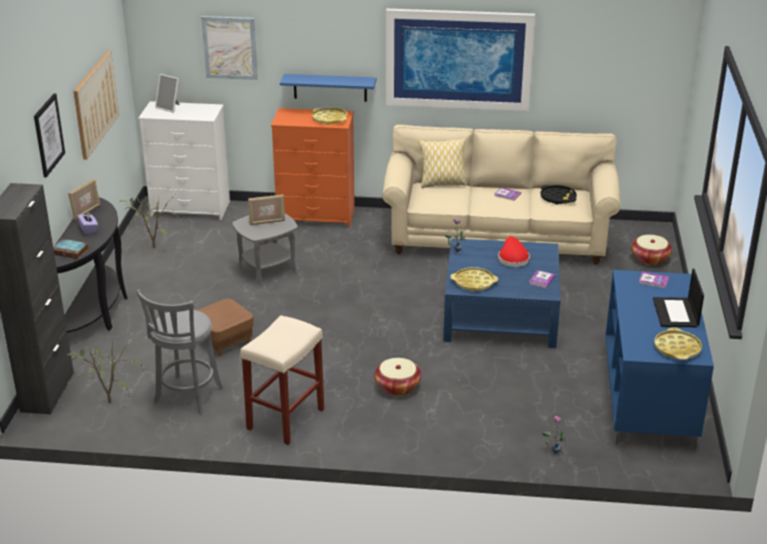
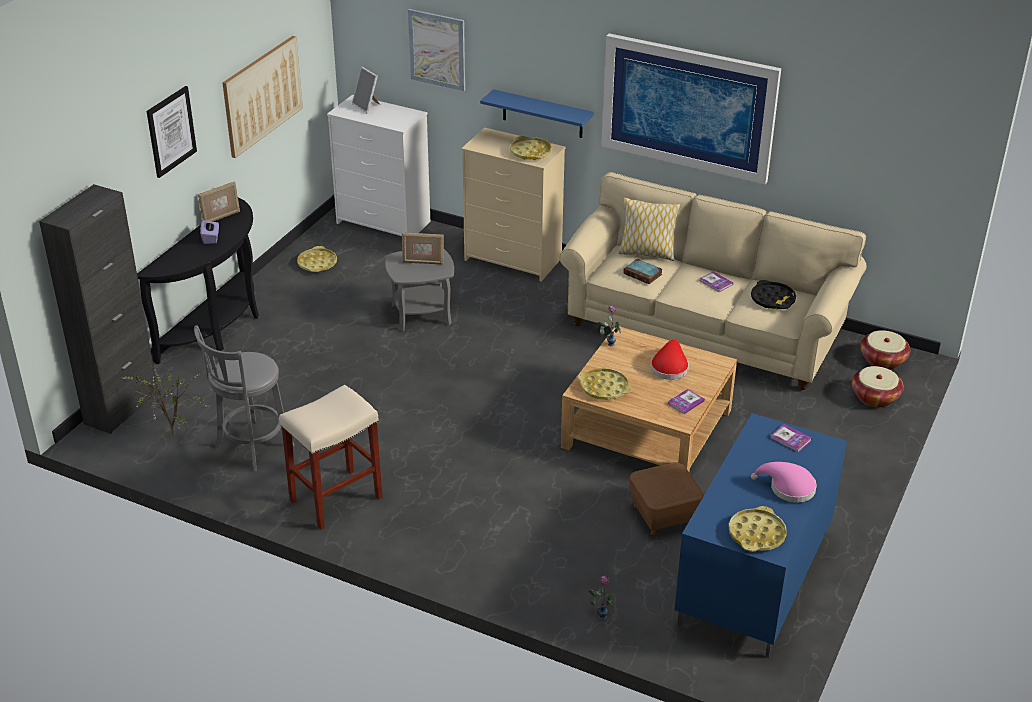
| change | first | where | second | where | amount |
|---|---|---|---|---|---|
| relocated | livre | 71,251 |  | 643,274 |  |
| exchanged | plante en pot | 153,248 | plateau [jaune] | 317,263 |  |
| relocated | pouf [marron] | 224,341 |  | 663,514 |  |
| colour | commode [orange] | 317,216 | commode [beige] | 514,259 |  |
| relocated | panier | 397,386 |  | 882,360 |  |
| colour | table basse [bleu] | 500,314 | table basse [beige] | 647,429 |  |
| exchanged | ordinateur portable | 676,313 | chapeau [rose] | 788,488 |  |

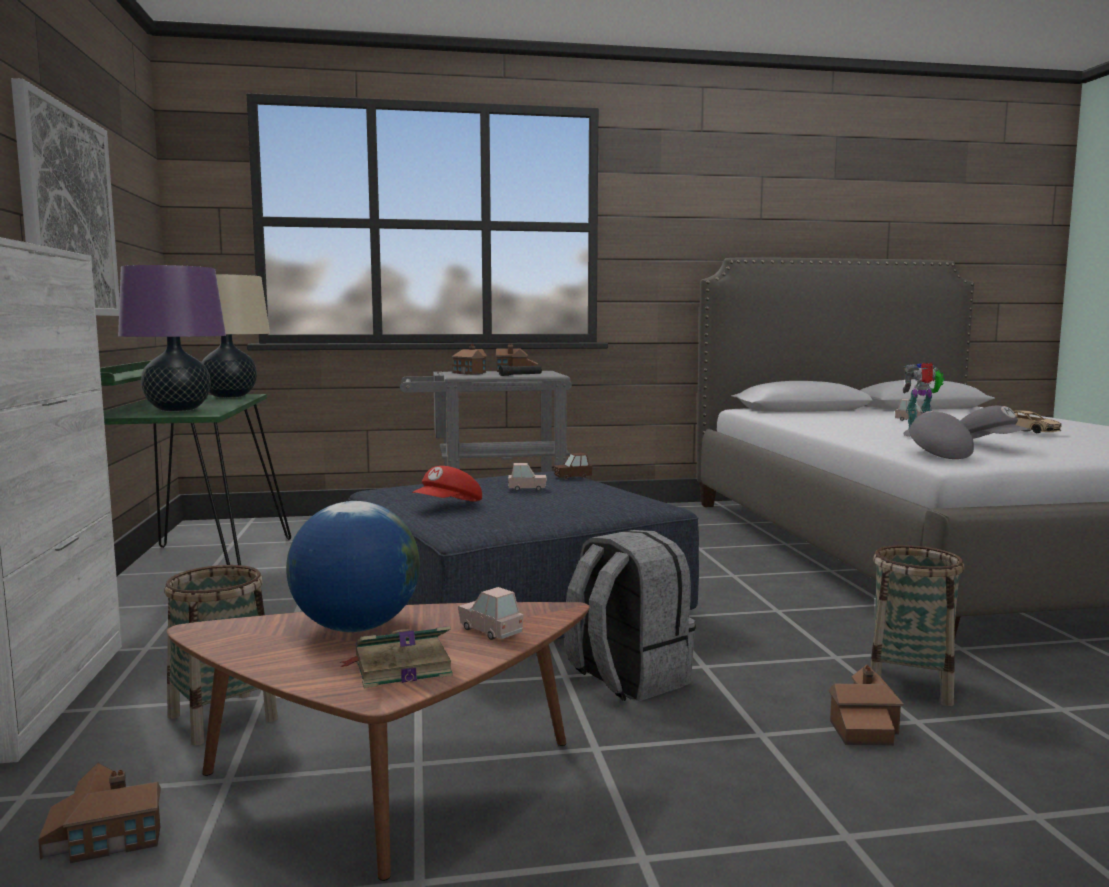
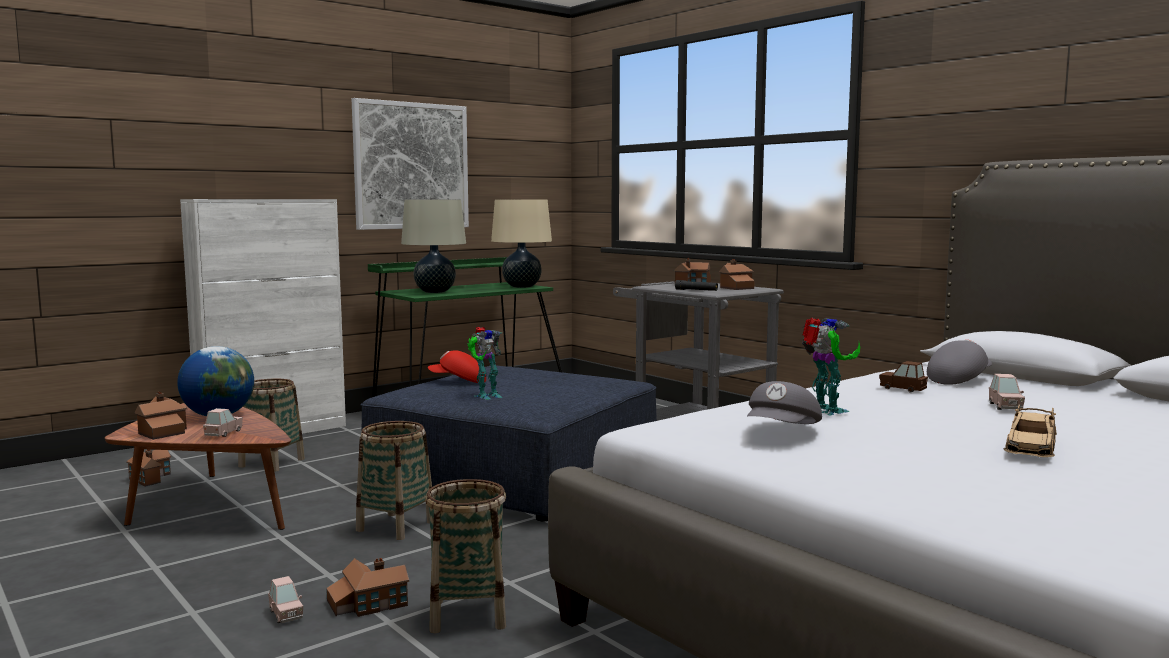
| change | first | where | second | where | amount |
|---|---|---|---|---|---|
| colour | lampe de table [violet] | 178,409 | lampe de table [beige] | 435,291 |  |
| exchanged | livre | 400,668 | maison miniature | 162,430 |  |
| relocated | petite voiture [rose] | 527,489 |  | 286,614 |  |
| relocated | petite voiture [marron] | 572,477 |  | 902,389 |  |
| exchanged | sac à dos [gris] | 626,678 | panier | 396,526 |  |
| relocated | casquette [gris] | 935,454 |  | 958,380 |  |
| appeared |  |  | robot jouet | 486,395 |  |

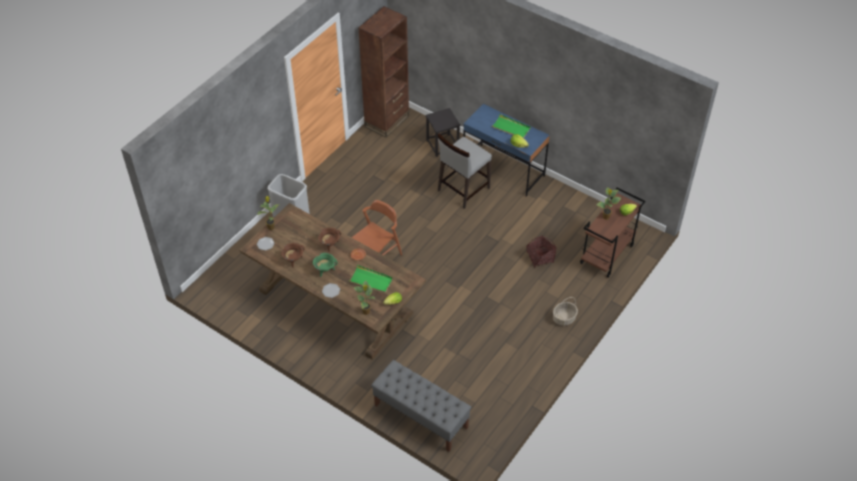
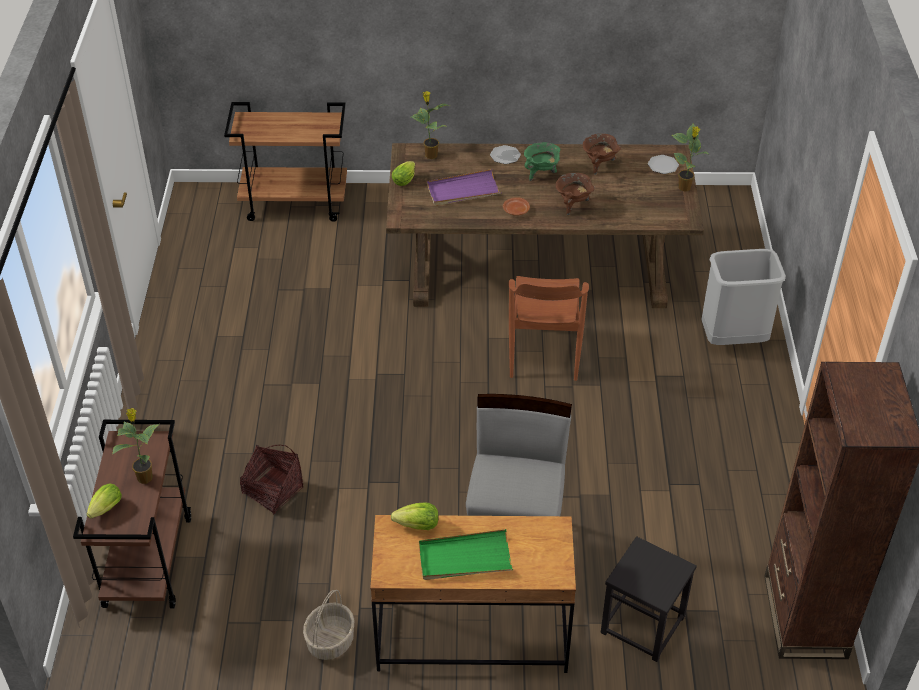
| change | first | where | second | where | amount |
|---|---|---|---|---|---|
| colour | plateau [vert] | 371,280 | plateau [violet] | 463,190 |  |
| exchanged | banc [gris] | 420,416 | chariot [marron] | 295,203 |  |
| colour | bureau [bleu] | 503,170 | bureau [marron] | 471,635 |  |
| relocated | panier | 564,318 |  | 330,640 |  |

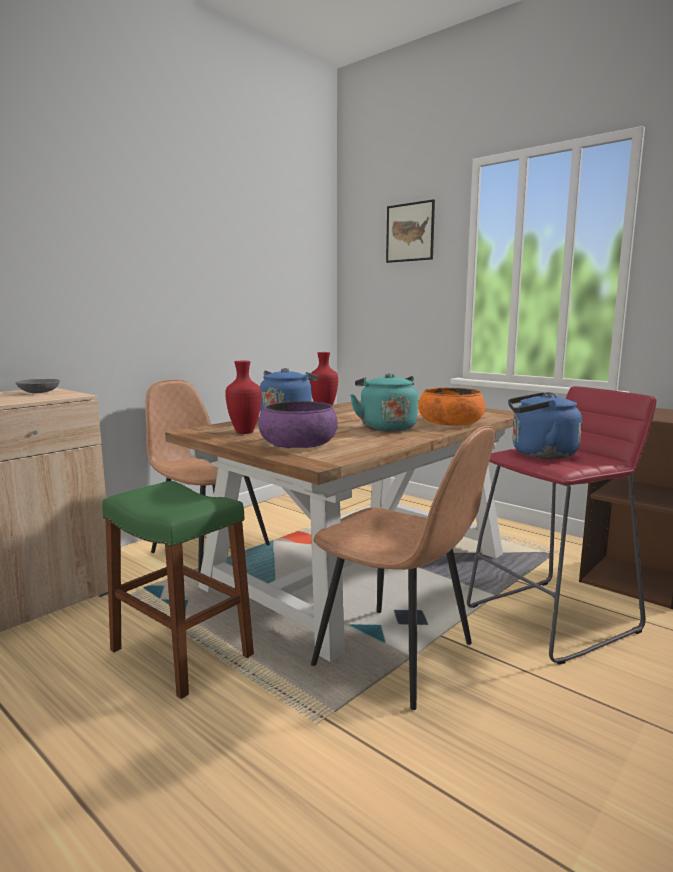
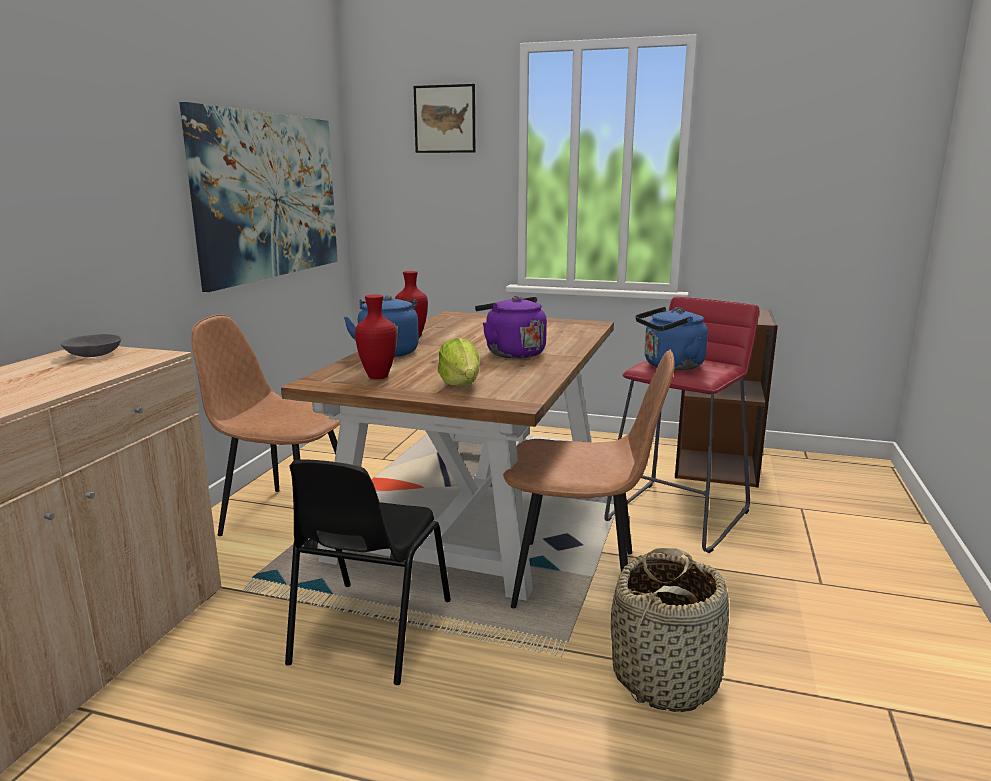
| change | first | where | second | where | amount |
|---|---|---|---|---|---|
| exchanged | tabouret [vert] | 181,652 | chaise [noir] | 369,632 |  |
| exchanged | bol [violet] | 298,443 | laitue | 460,384 |  |
| colour | bouilloire [turquoise] | 386,427 | bouilloire [violet] | 512,353 |  |
| missing | bol [orange] | 450,422 |  |  |  |
| appeared |  |  | tableau | 269,196 |  |
| appeared |  |  | panier | 666,676 |  |

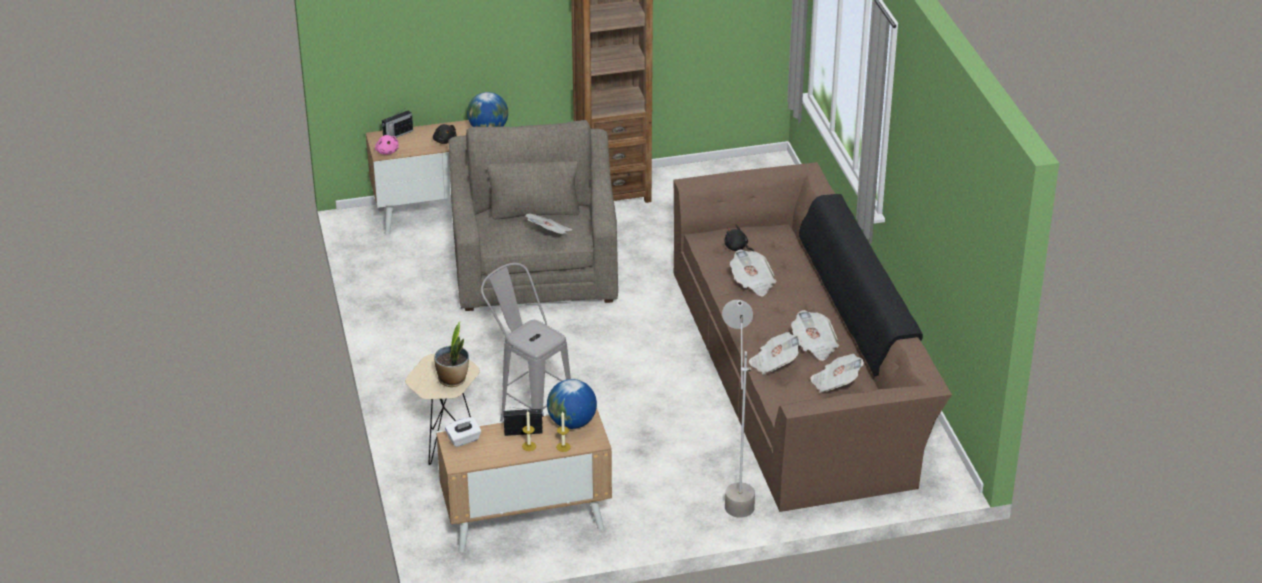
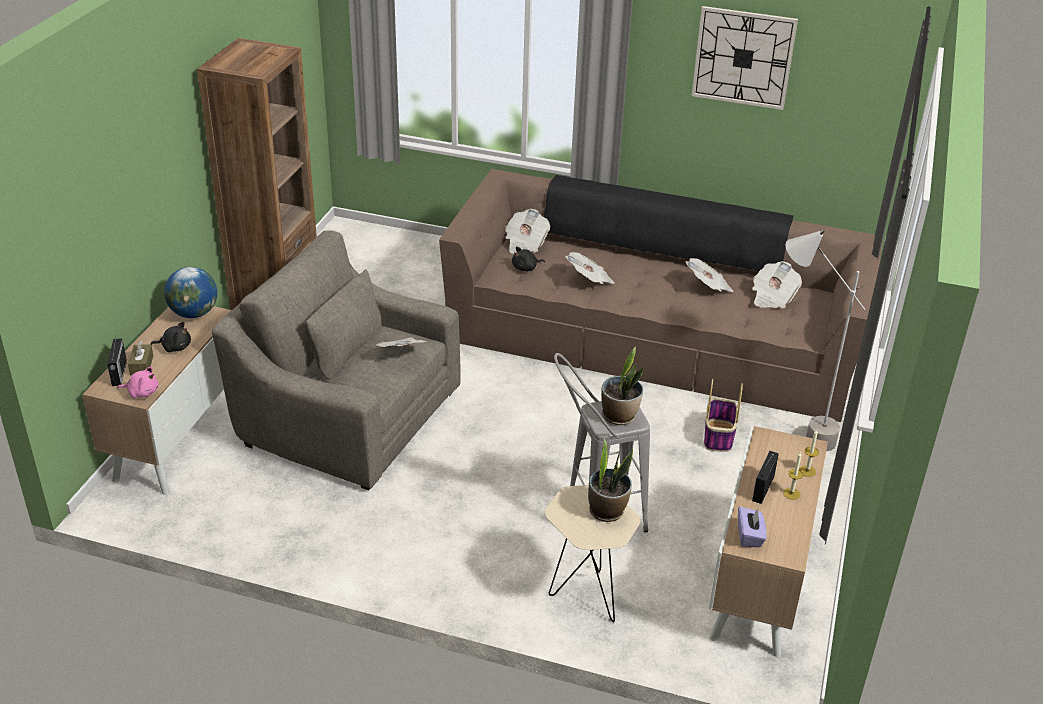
| change | first | where | second | where | amount |
|---|---|---|---|---|---|
| colour | boîte à mouchoirs [blanc] | 463,440 | boîte à mouchoirs [violet] | 749,536 |  |
| missing | globe | 572,423 |  |  |  |
| relocated | journal | 774,364 |  | 525,243 |  |
| appeared |  |  | boîte à mouchoirs [marron] | 142,365 |  |
| appeared |  |  | plante en pot | 619,416 |  |
| appeared |  |  | horloge murale | 743,57 |  |
| appeared |  |  | panier | 719,436 |  |

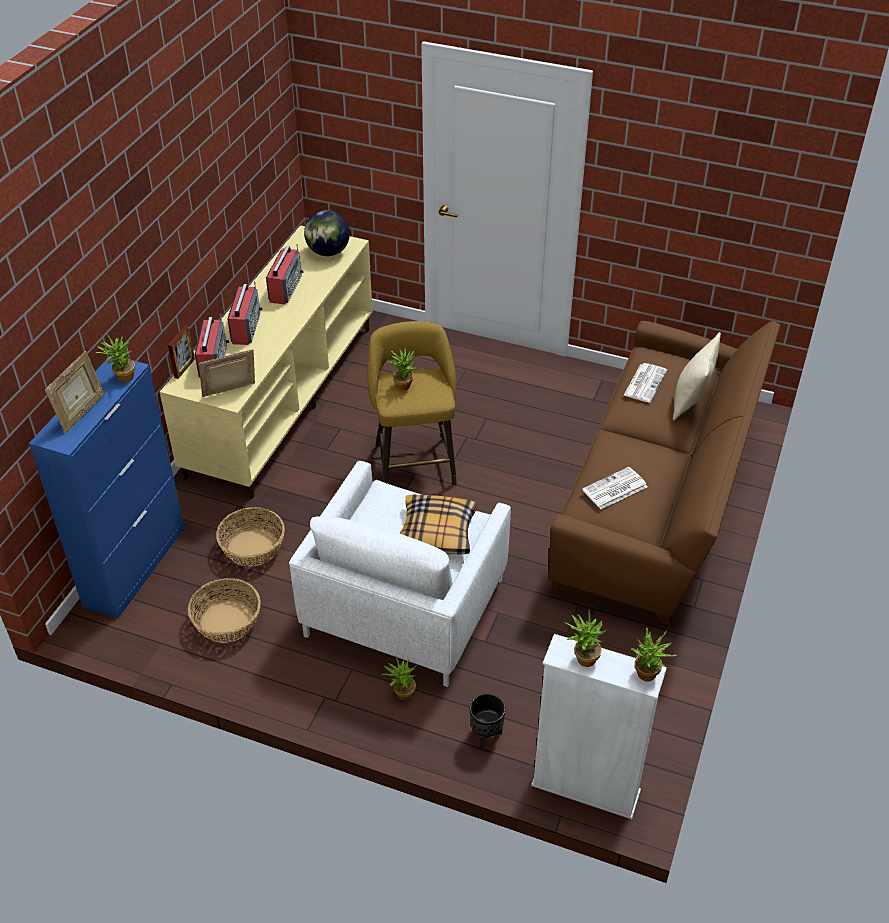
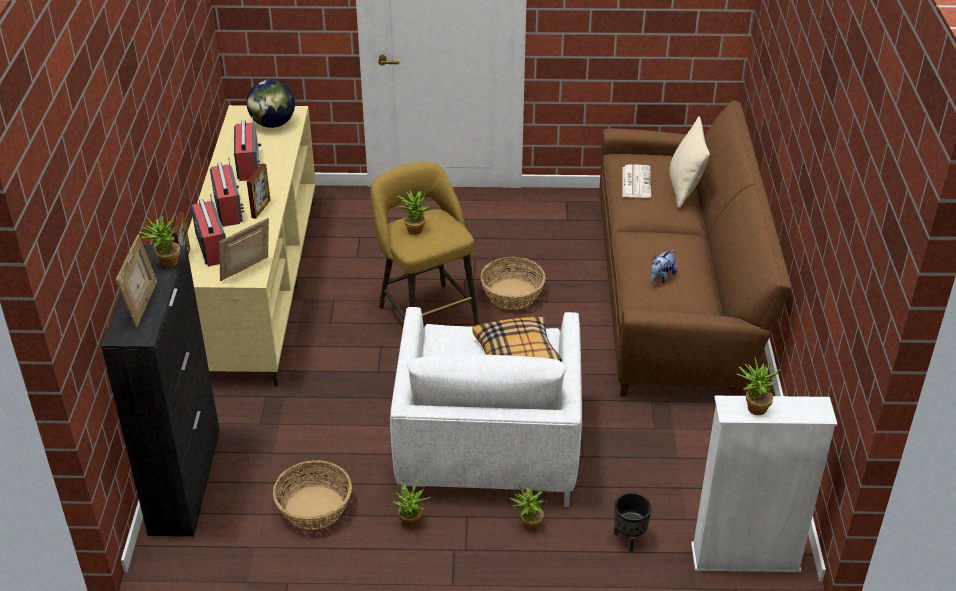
| change | first | where | second | where | amount |
|---|---|---|---|---|---|
| colour | meuble de rangement [bleu] | 135,565 | meuble de rangement [noir] | 185,480 |  |
| relocated | panier | 253,547 |  | 512,294 |  |
| exchanged | journal | 614,489 | peluche | 661,277 |  |
| relocated | plante en pot | 648,677 |  | 412,523 |  |
| appeared |  |  | cadre photo | 261,209 |  |

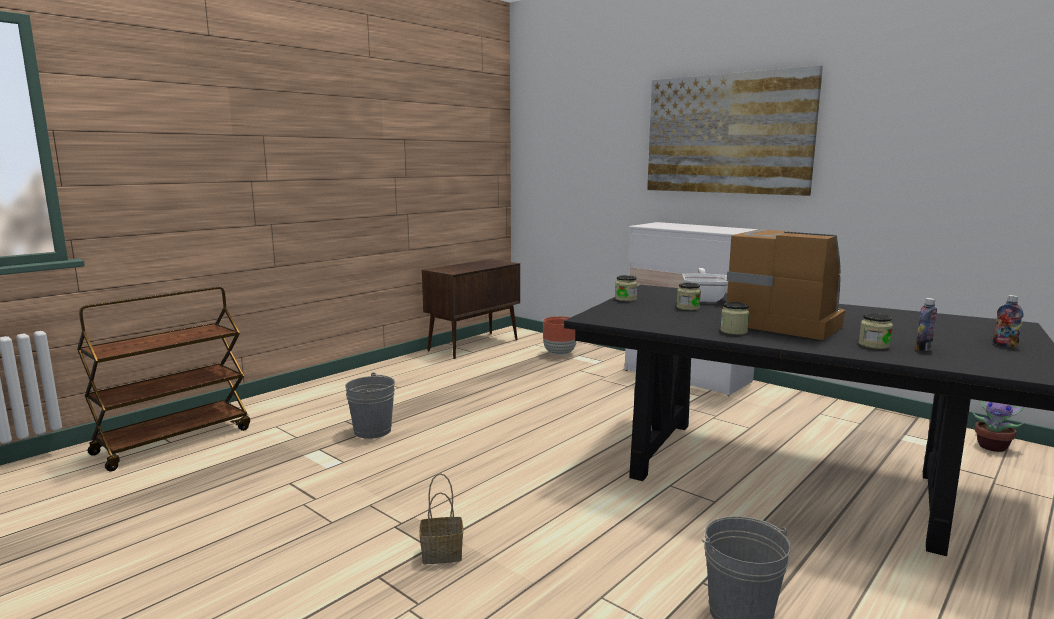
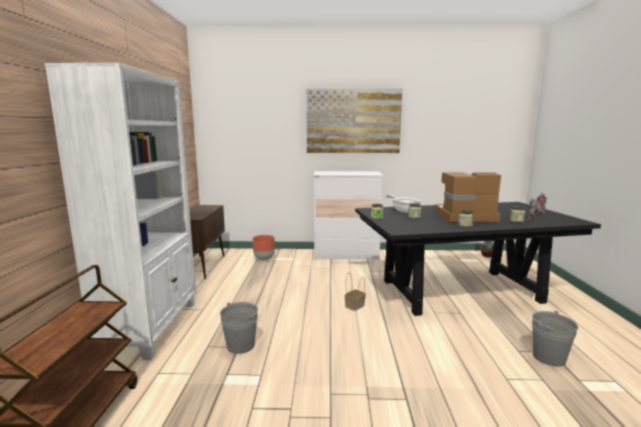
| change | first | where | second | where | amount |
|---|---|---|---|---|---|
| relocated | panier | 443,553 |  | 354,305 |  |
| appeared |  |  | bibliothèque [blanc] | 152,327 |  |

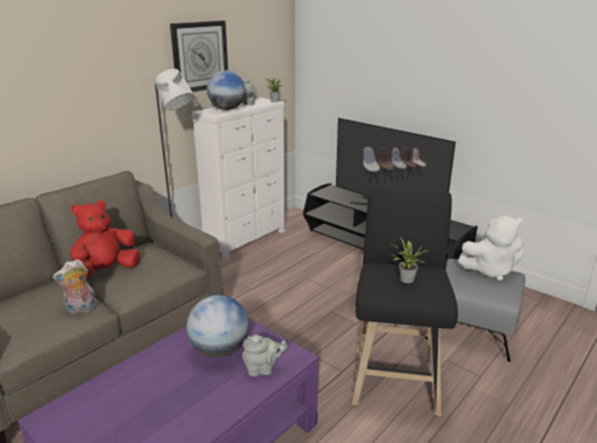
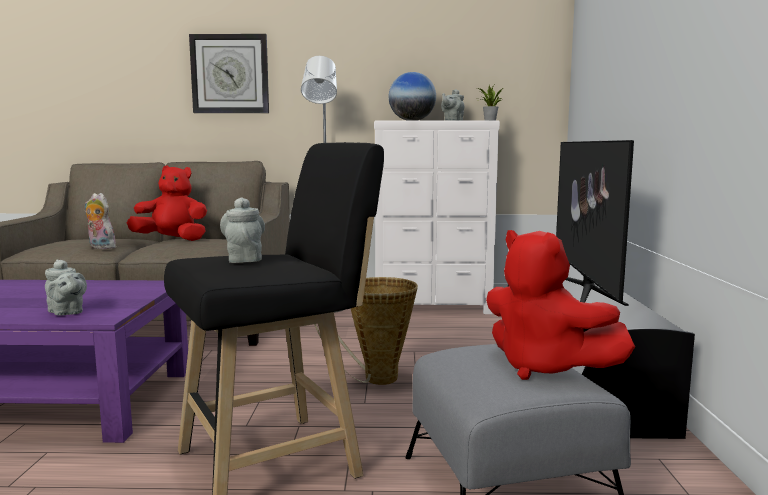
| change | first | where | second | where | amount |
|---|---|---|---|---|---|
| relocated | horloge murale | 200,56 |  | 230,74 |  |
| missing | globe | 219,350 |  |  |  |
| exchanged | plante en pot | 405,280 | théière [gris] | 244,259 |  |
| colour | peluche [blanc] | 490,271 | peluche [rouge] | 544,368 |  |
| appeared |  |  | panier | 372,379 |  |

